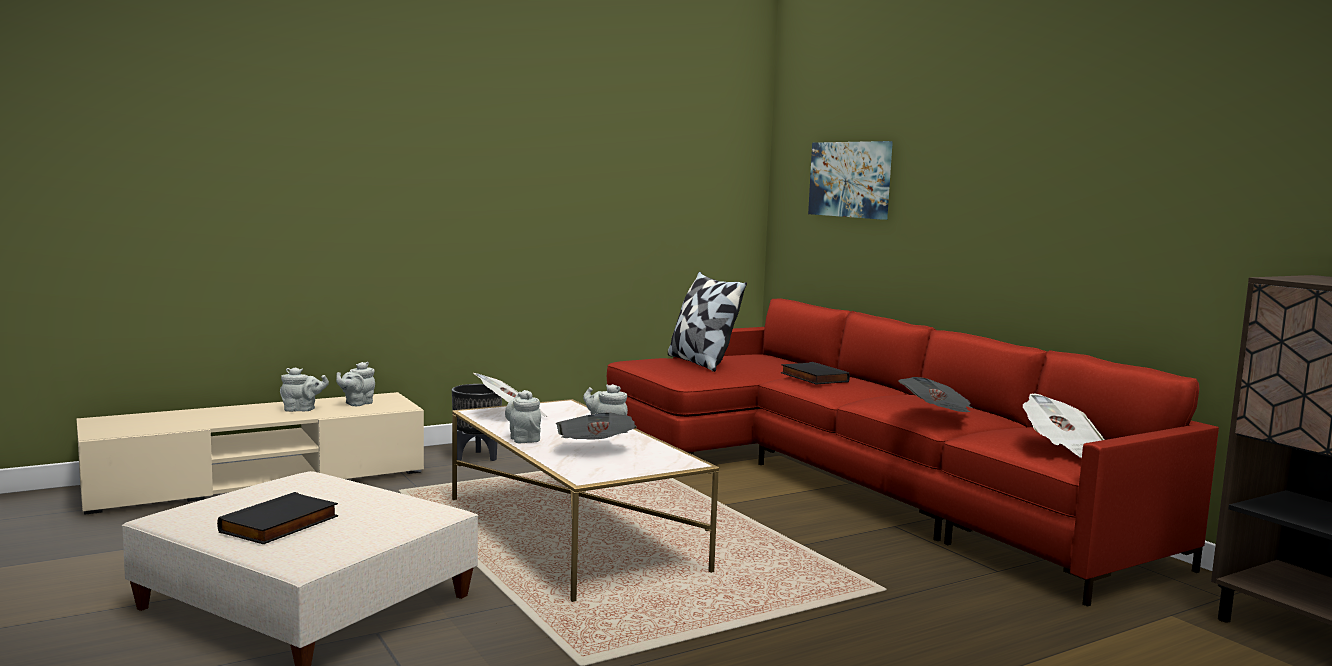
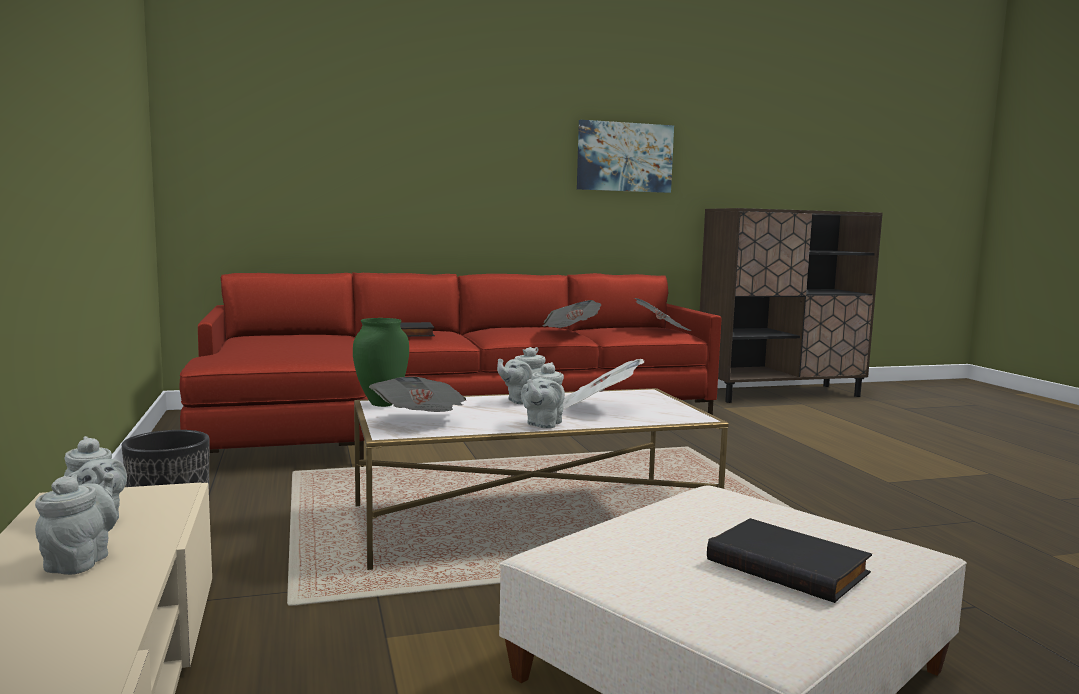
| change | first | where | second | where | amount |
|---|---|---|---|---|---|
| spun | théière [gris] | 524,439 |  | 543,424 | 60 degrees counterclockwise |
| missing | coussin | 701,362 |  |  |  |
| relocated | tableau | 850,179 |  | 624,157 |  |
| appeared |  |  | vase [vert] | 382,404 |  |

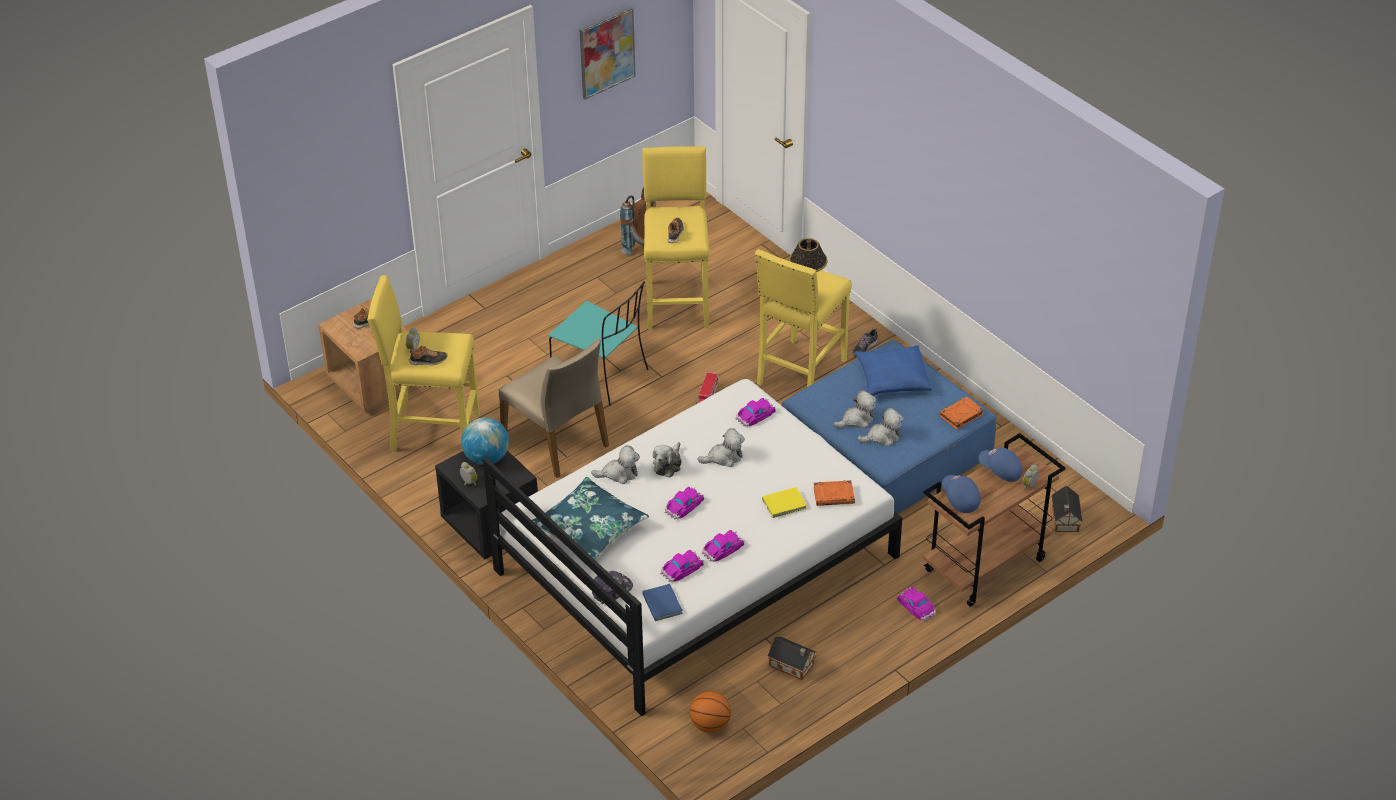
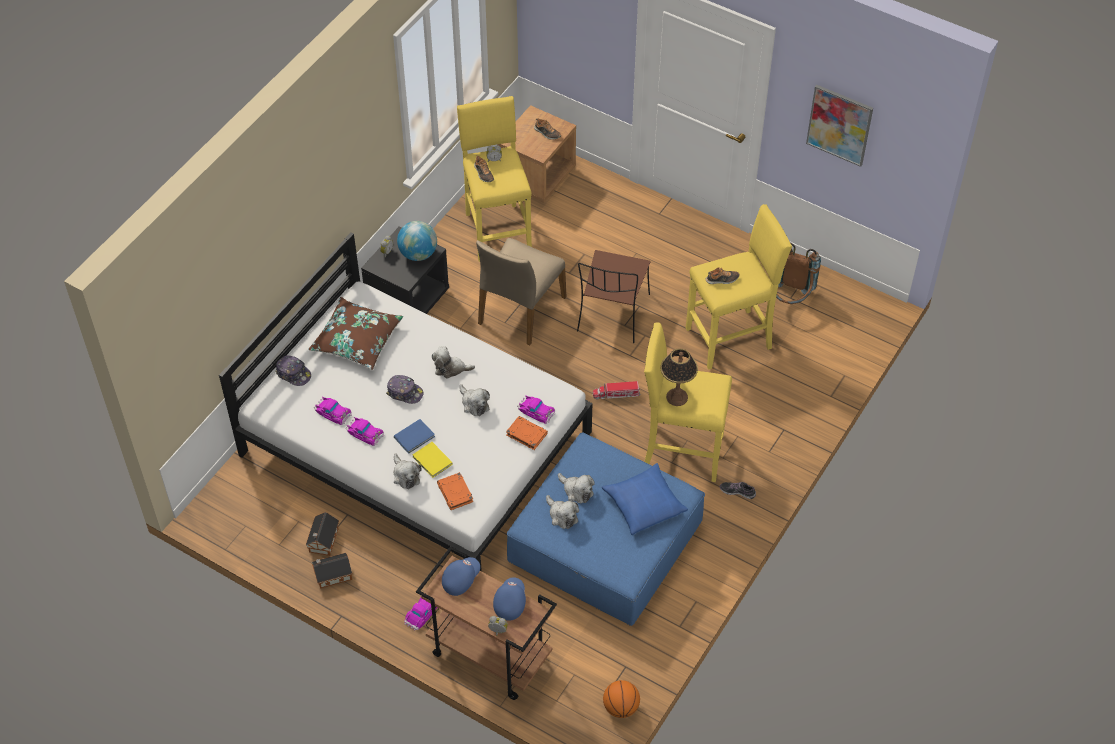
| change | first | where | second | where | amount |
|---|---|---|---|---|---|
| colour | coussin [bleu] | 589,528 | coussin [marron] | 357,340 |  |
| colour | chaise [turquoise] | 601,375 | chaise [marron] | 613,314 |  |
| relocated | peluche | 619,473 |  | 405,475 |  |
| relocated | livre [bleu] | 662,603 |  | 415,437 |  |
| exchanged | petite voiture | 684,505 | casquette | 405,392 |  |
| relocated | ballon de basket | 710,725 |  | 621,707 |  |
| relocated | livre [orange] | 961,415 |  | 526,434 |  |
| relocated | maison miniature | 1065,520 |  | 331,575 |  |

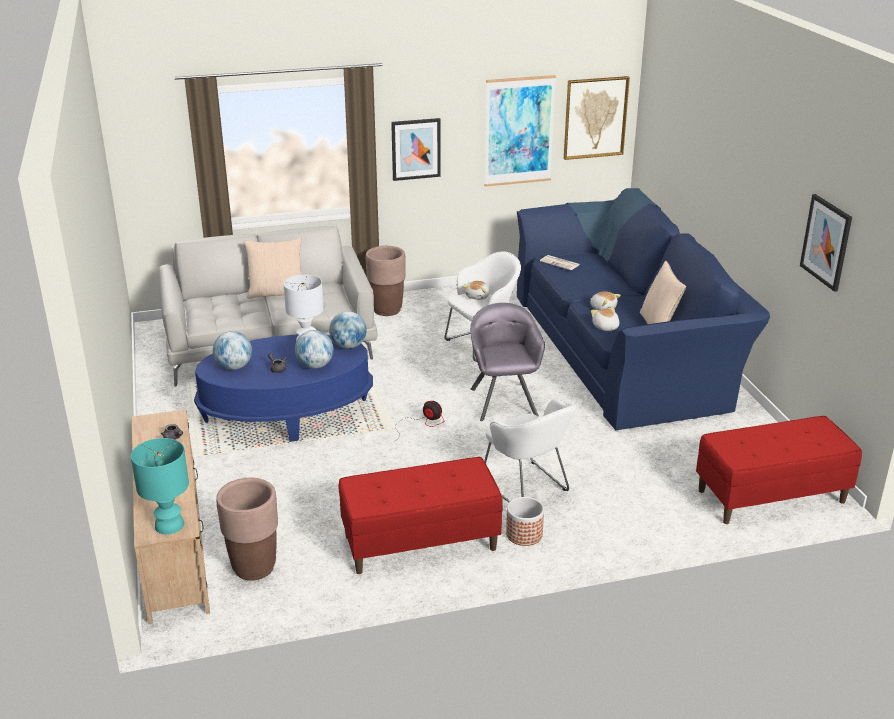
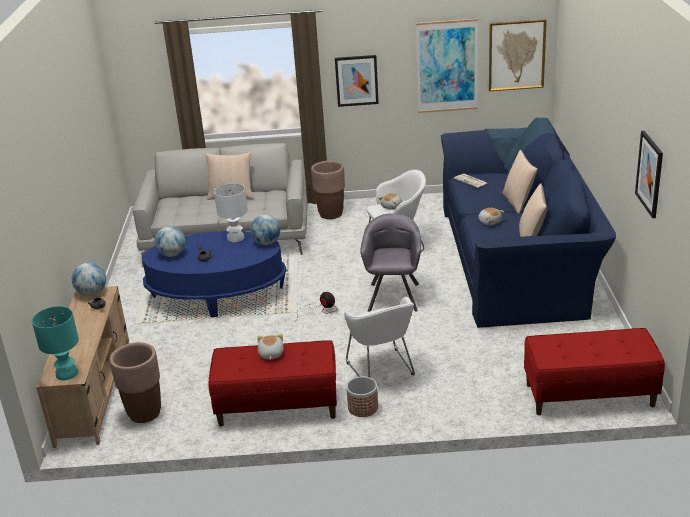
| change | first | where | second | where | amount |
|---|---|---|---|---|---|
| relocated | globe | 315,366 |  | 92,293 |  |
| relocated | peluche | 605,327 |  | 270,354 |  |
| appeared |  |  | coussin [beige] | 518,202 |  |

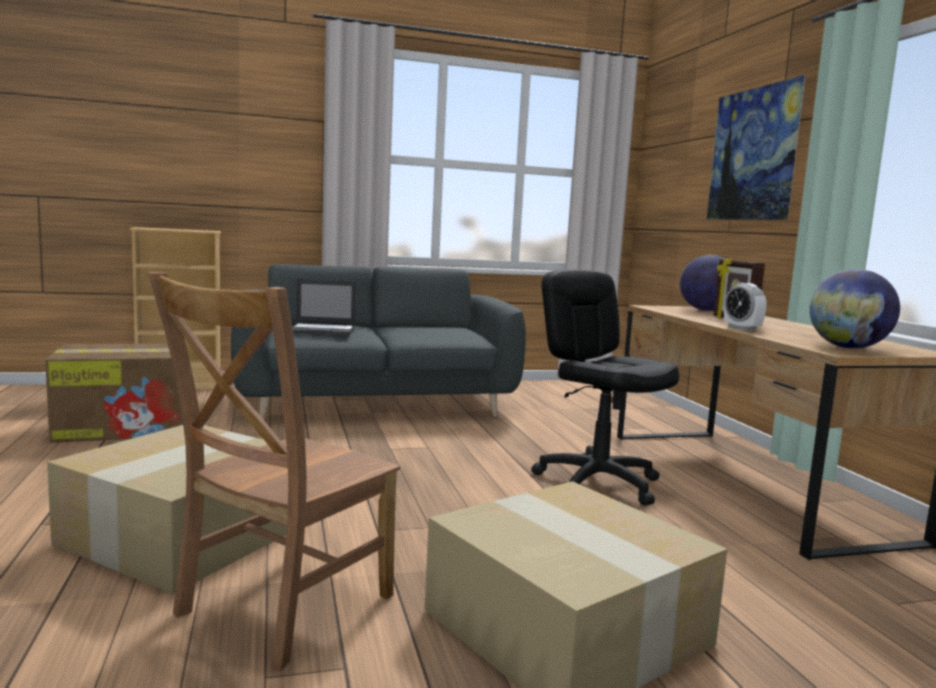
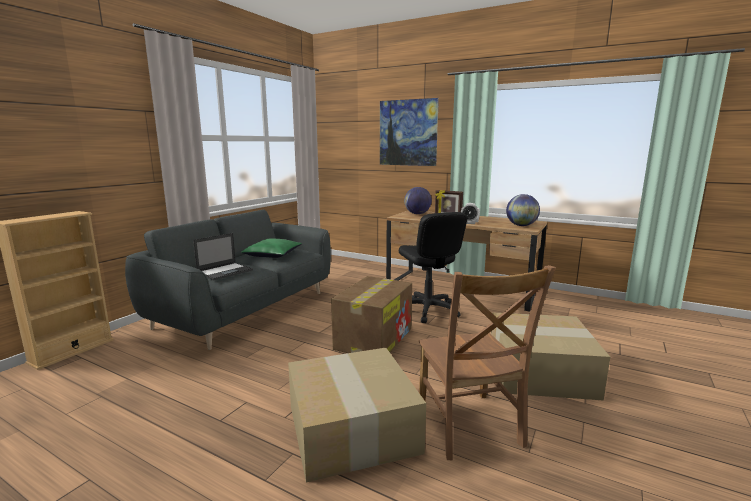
| change | first | where | second | where | amount |
|---|---|---|---|---|---|
| relocated | carton | 124,428 |  | 374,338 |  |
| spun | chaise de bureau [noir] | 598,483 |  | 427,310 | 120 degrees counterclockwise |
| appeared |  |  | coussin [vert] | 273,254 |  |

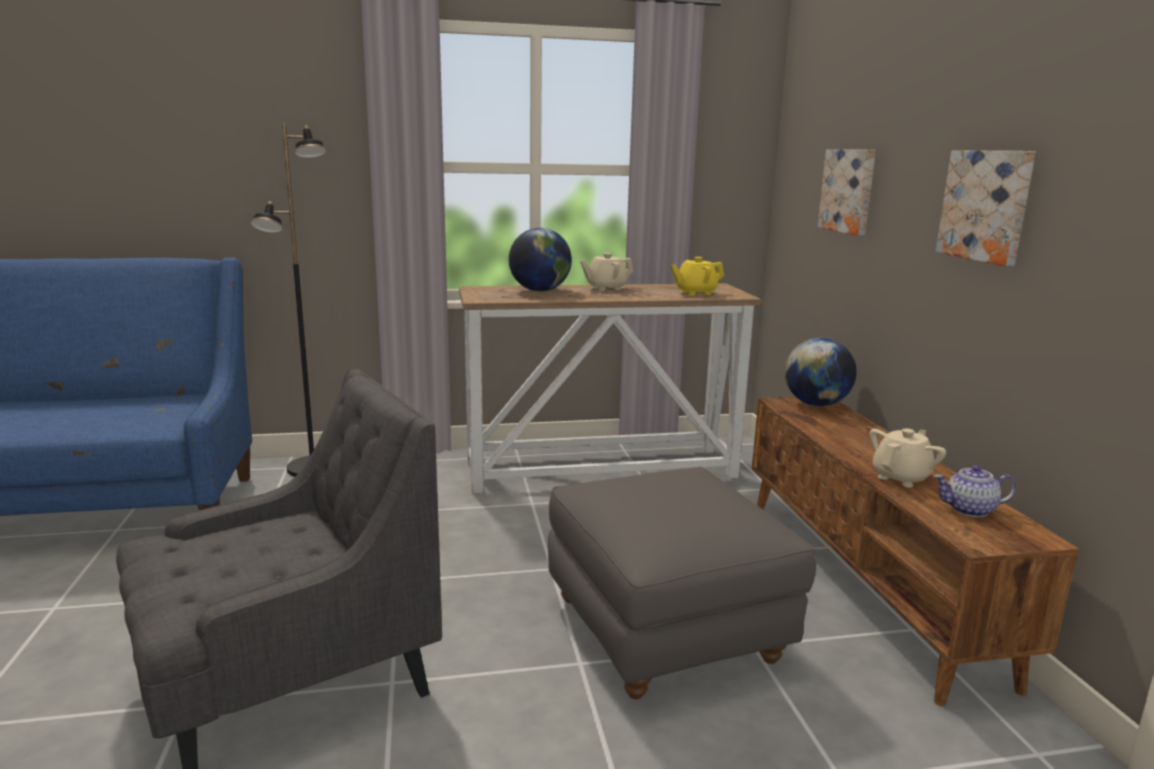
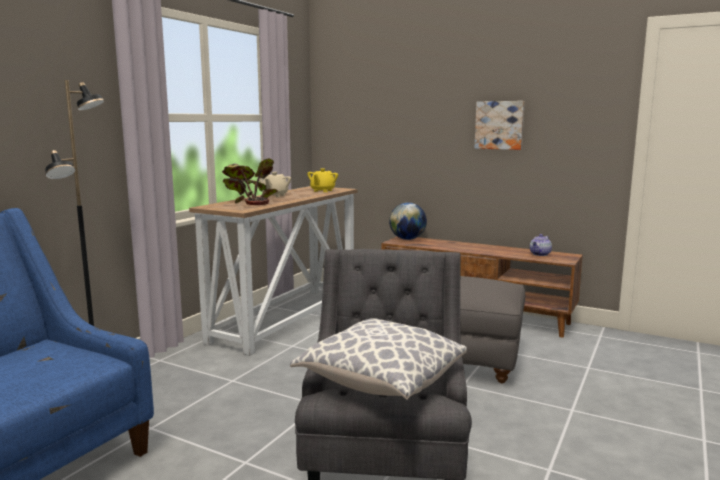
| change | first | where | second | where | amount |
|---|---|---|---|---|---|
| exchanged | globe | 539,291 | plante en pot | 249,202 |  |
| missing | tableau | 849,191 |  |  |  |
| missing | théière [beige] | 901,477 |  |  |  |
| appeared |  |  | coussin | 380,382 |  |

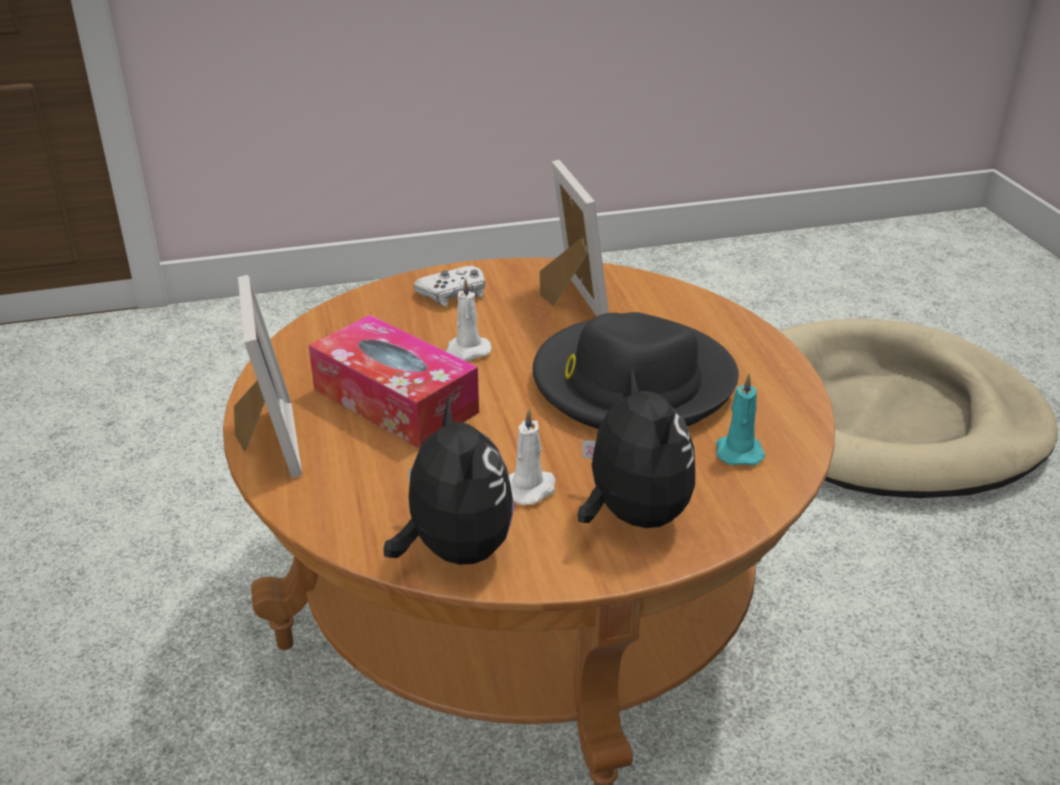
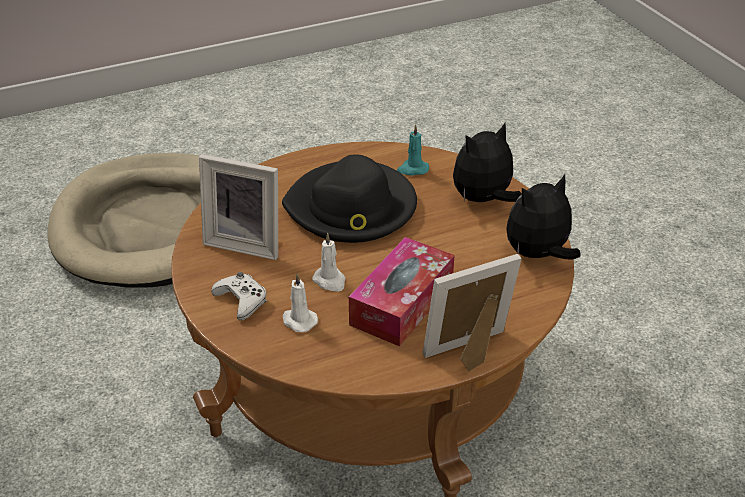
| change | first | where | second | where | amount |
|---|---|---|---|---|---|
| relocated | bougie [blanc] | 530,488 |  | 298,321 |  |
| spun | cadre photo | 568,300 |  | 246,242 | 135 degrees counterclockwise |

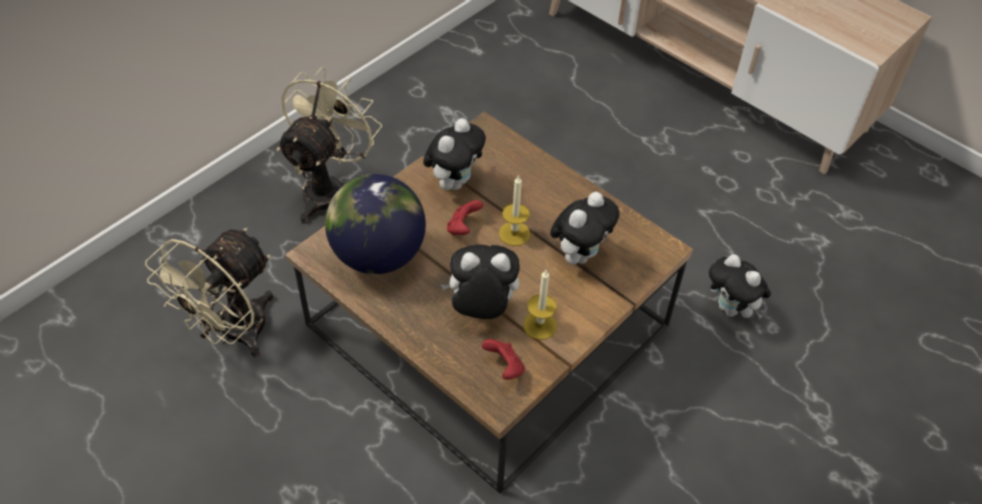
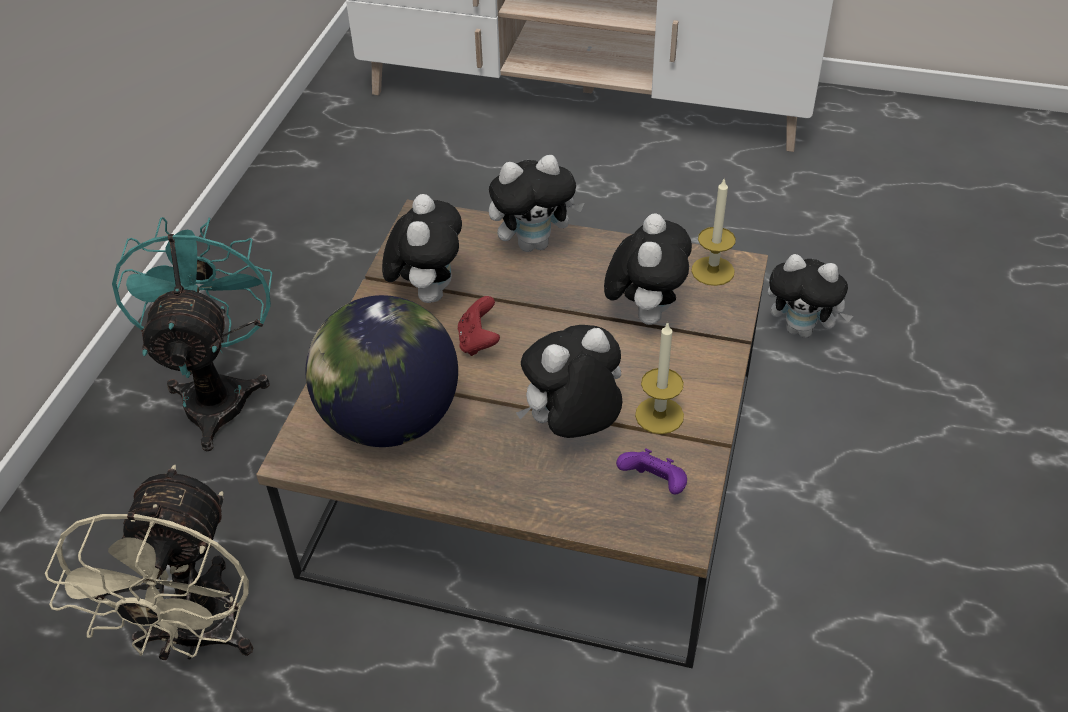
| change | first | where | second | where | amount |
|---|---|---|---|---|---|
| colour | ventilateur [beige] | 330,188 | ventilateur [turquoise] | 218,392 |  |
| colour | manette [rouge] | 504,367 | manette [violet] | 654,485 |  |
| relocated | bougie | 514,233 |  | 712,271 |  |
| appeared |  |  | peluche | 534,243 |  |

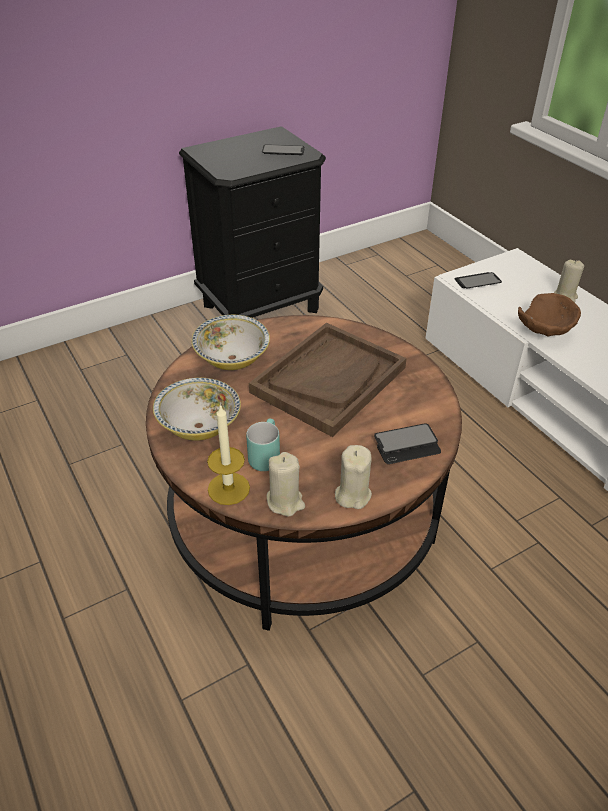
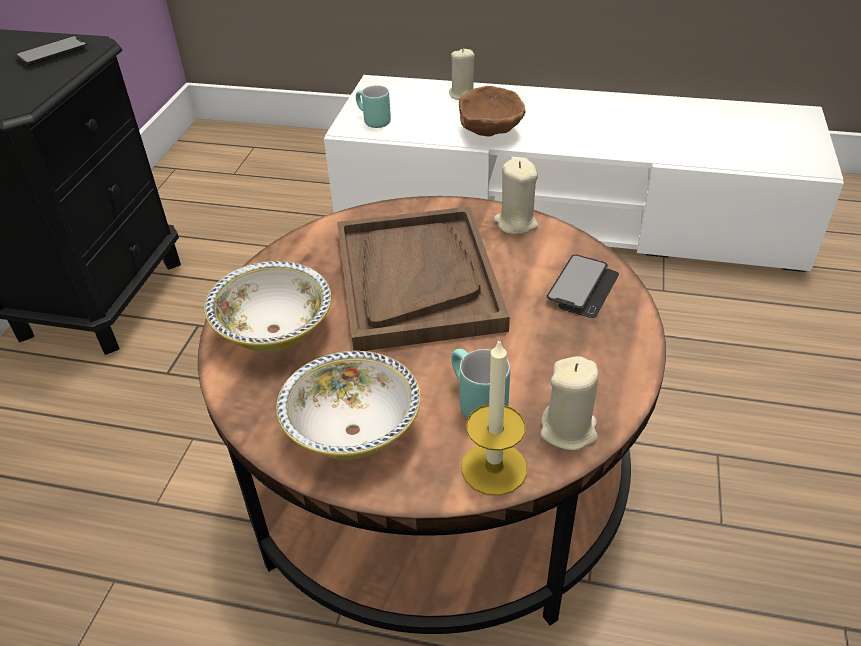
| change | first | where | second | where | amount |
|---|---|---|---|---|---|
| relocated | bougie [beige] | 352,495 |  | 515,223 |  |
| exchanged | téléphone | 477,282 | mug [turquoise] | 371,121 |  |

